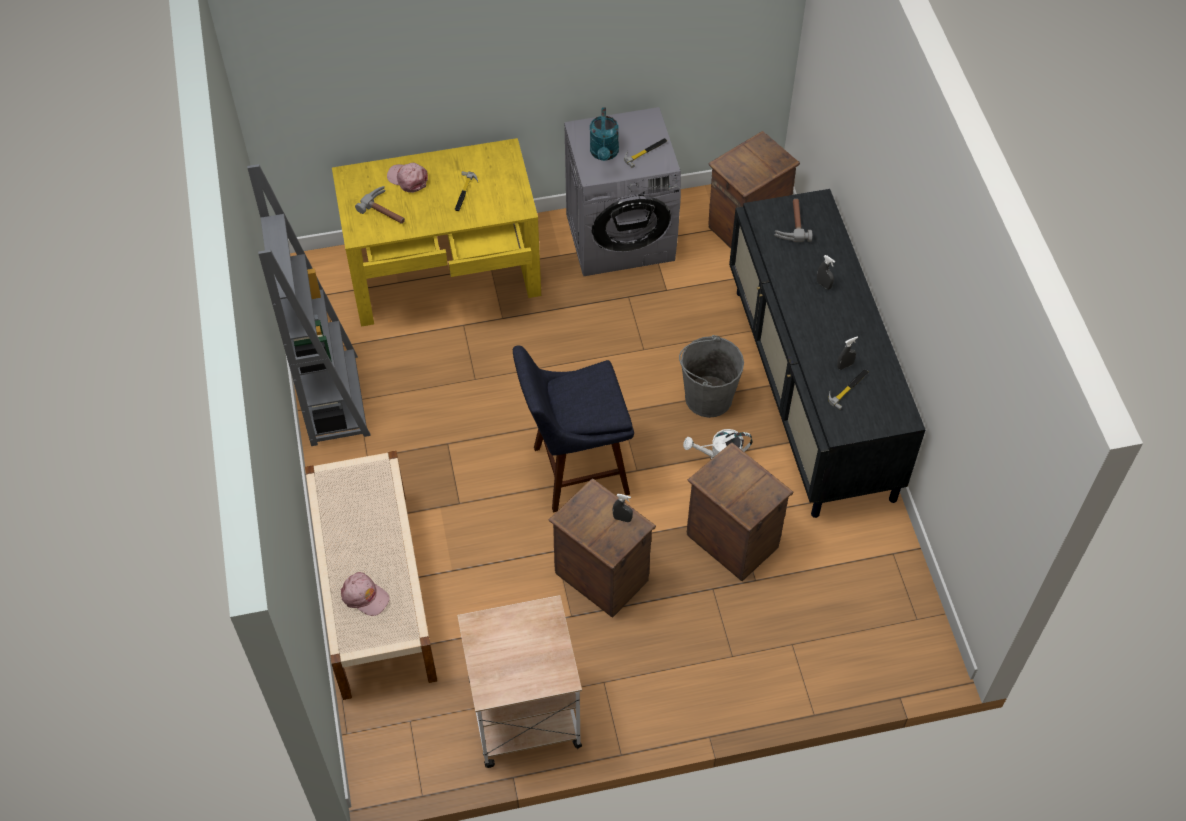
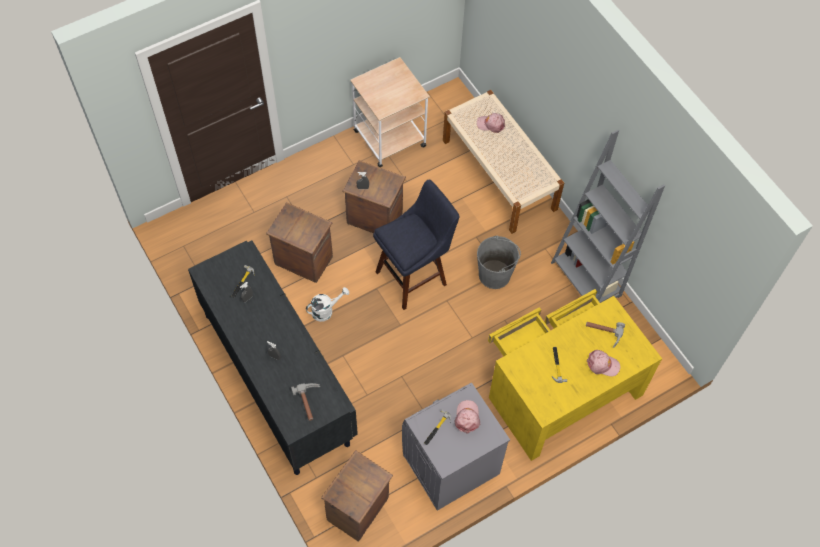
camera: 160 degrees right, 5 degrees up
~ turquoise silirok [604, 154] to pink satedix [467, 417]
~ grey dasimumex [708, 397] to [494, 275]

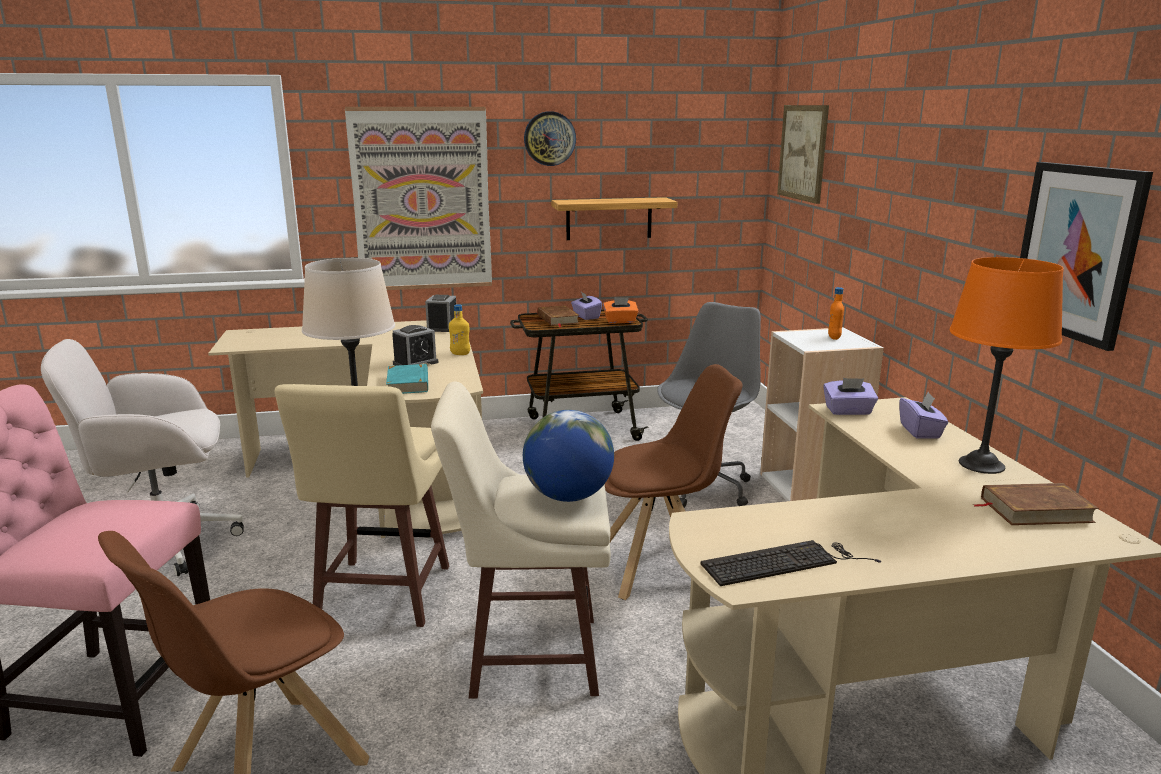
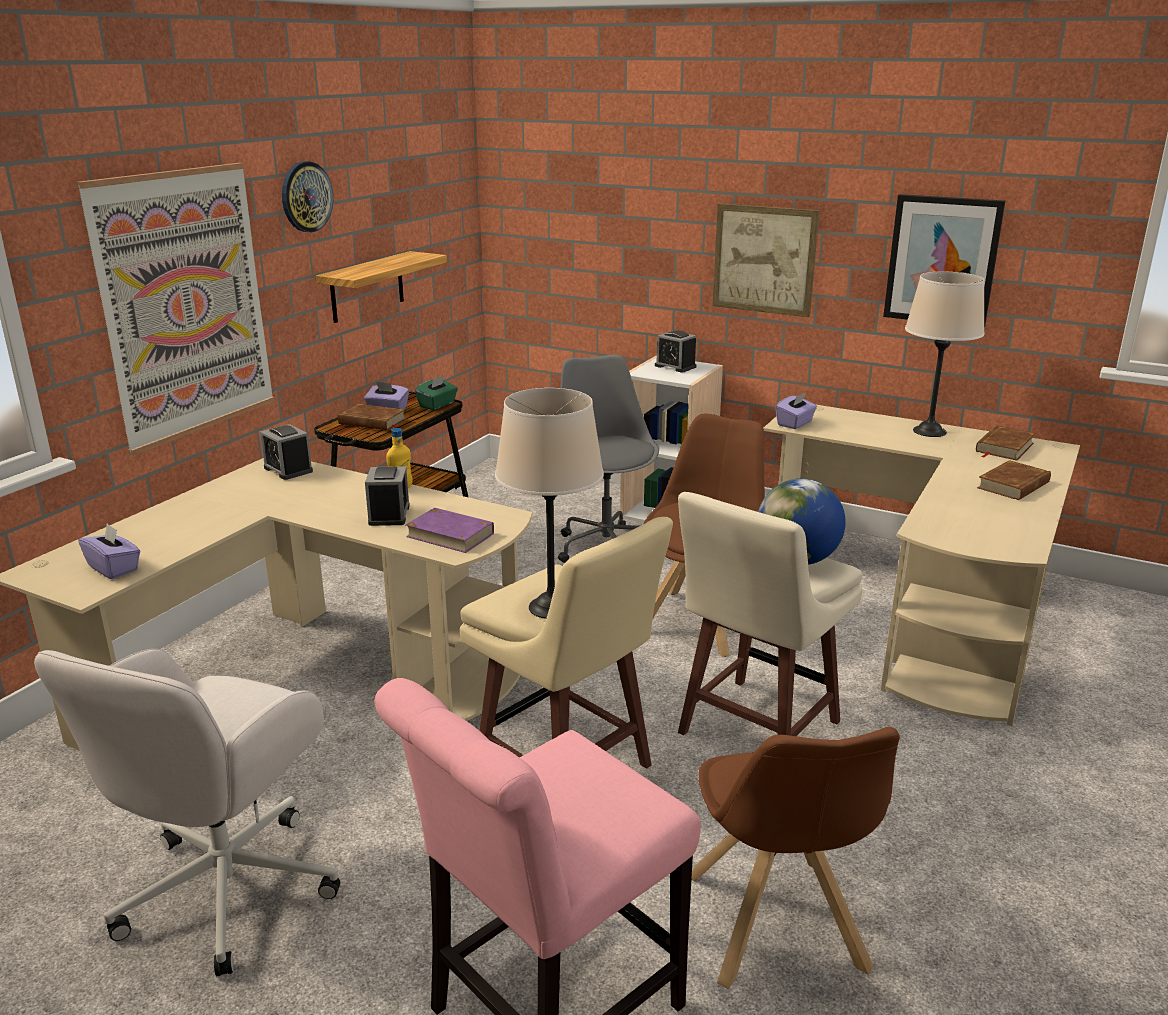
camera: 50 degrees left, 5 degrees up
~ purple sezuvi [920, 431] to [114, 568]
~ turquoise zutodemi [408, 383] to purple zutodemi [450, 535]
~ orange sezuvi [620, 321] to green sezuvi [437, 405]
~ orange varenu [834, 337] to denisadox [675, 366]
~ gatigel [802, 152] to [764, 259]
~ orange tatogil [981, 465] to beige tatogil [929, 431]
+ brown zutodemi [1014, 485]
- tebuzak [785, 562]

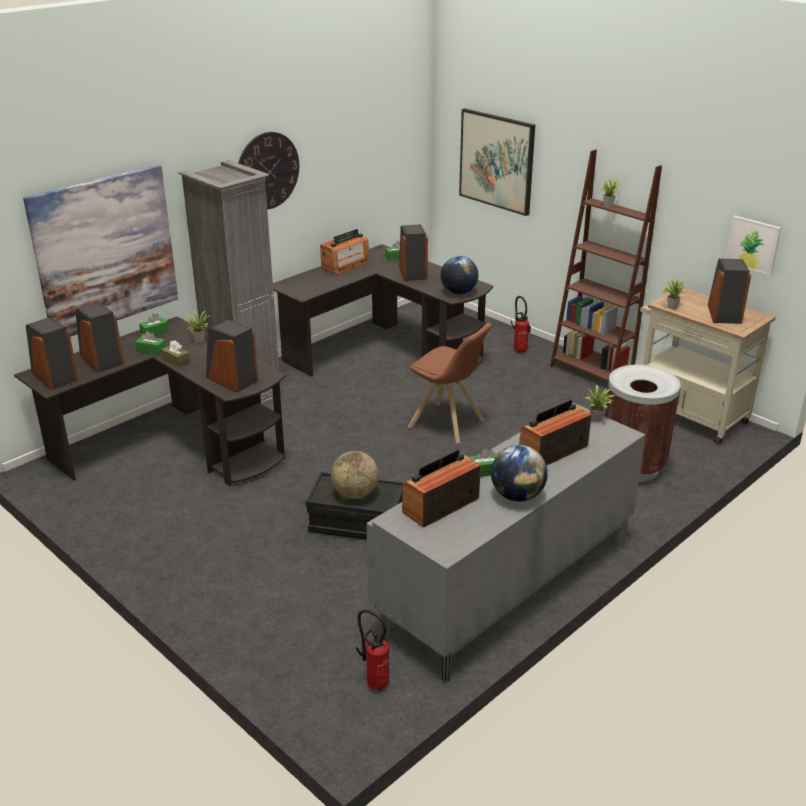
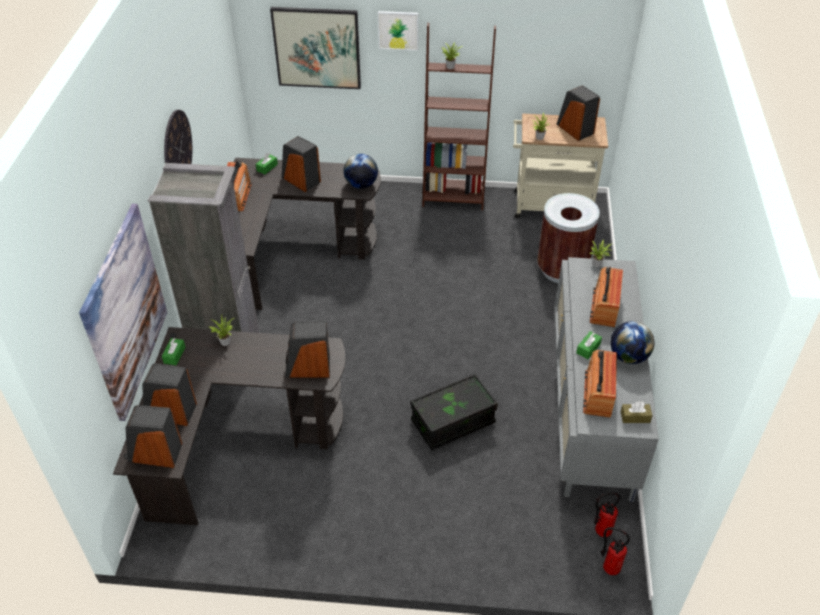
camera: 40 degrees left, 15 degrees up
~ gatigel [753, 245] to [398, 30]
~ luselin [519, 349] to [608, 567]
~ brown sezuvi [176, 361] to [635, 417]
- green sezuvi [151, 350]
- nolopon [355, 494]
- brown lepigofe [447, 424]

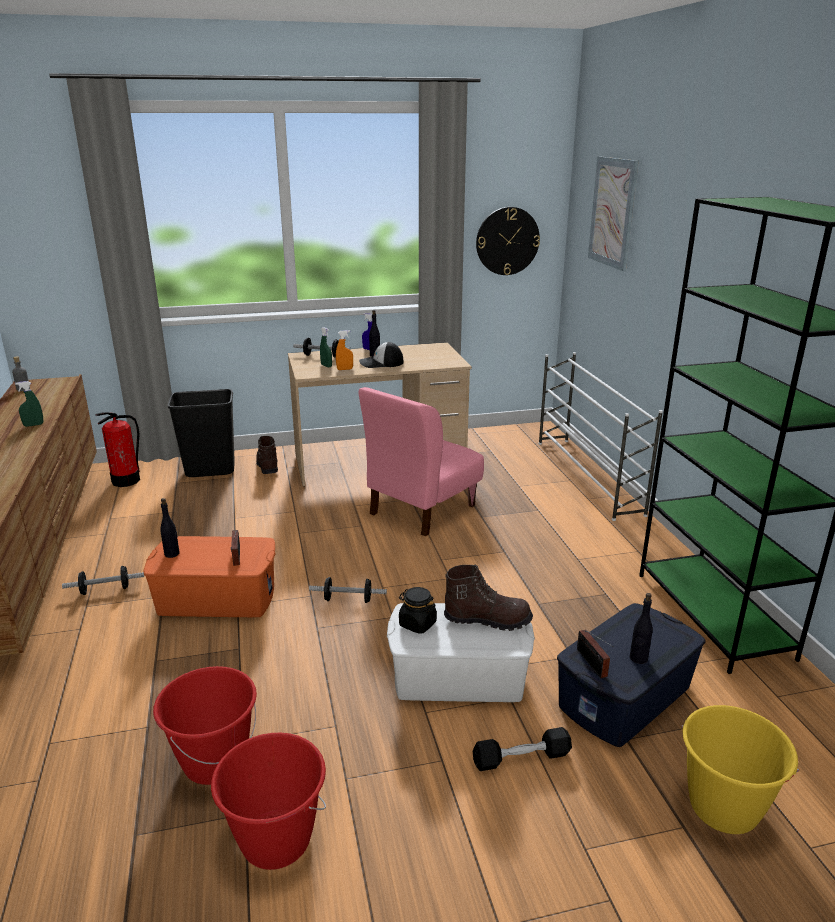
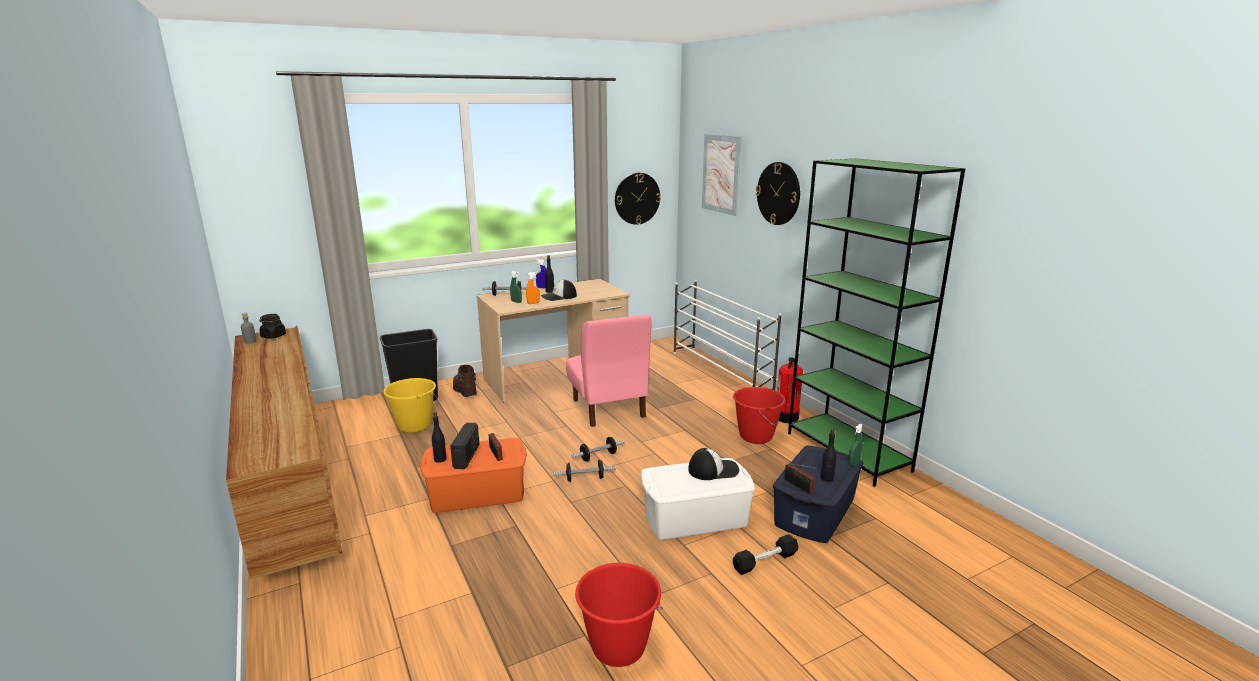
camera: 15 degrees left, 5 degrees down
~ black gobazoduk [417, 624] to [273, 336]
~ yellow dasimumex [723, 808] to [414, 426]
+ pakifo [467, 456]
~ pink lepigofe [421, 509] = [608, 408] 45 degrees counterclockwise
~ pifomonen [105, 590] to [598, 456]
~ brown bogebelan [487, 619] to satedix [713, 470]
~ red dasimumex [214, 761] to [755, 436]
+ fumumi [778, 193]
~ luselin [126, 481] to [787, 417]
~ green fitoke [33, 425] to [853, 463]

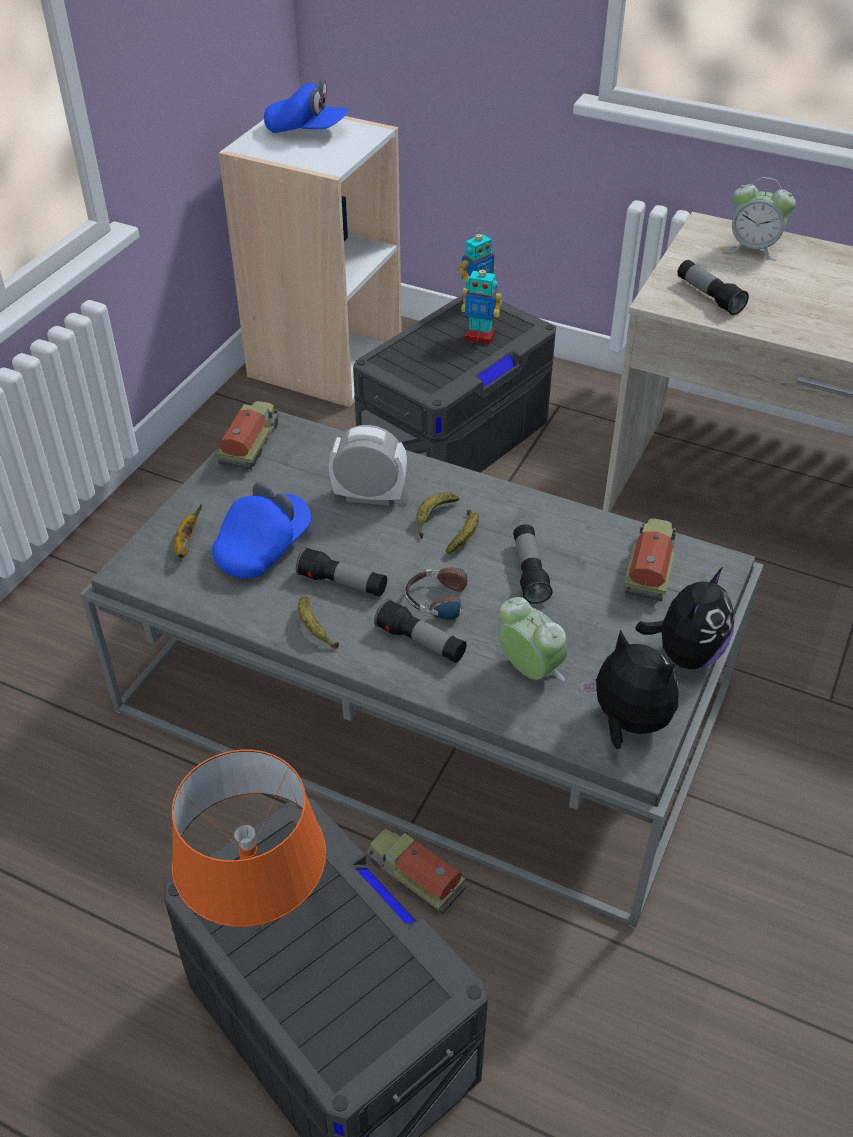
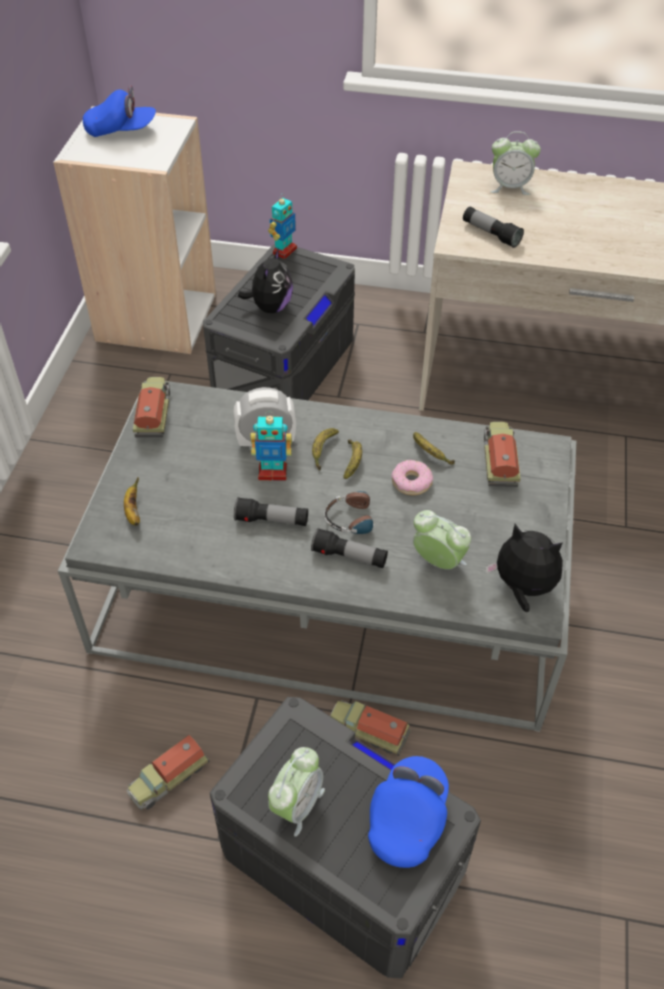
camera: 15 degrees left, 5 degrees up
+ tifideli [168, 778]
~ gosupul [685, 653] to [270, 307]
~ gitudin [479, 337] to [272, 472]
~ orange tatogil [262, 924] to denisadox [297, 805]
~ blue satedix [264, 548] to [408, 818]
~ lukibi [529, 572] to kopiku [411, 482]
~ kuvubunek [314, 628] to [430, 453]

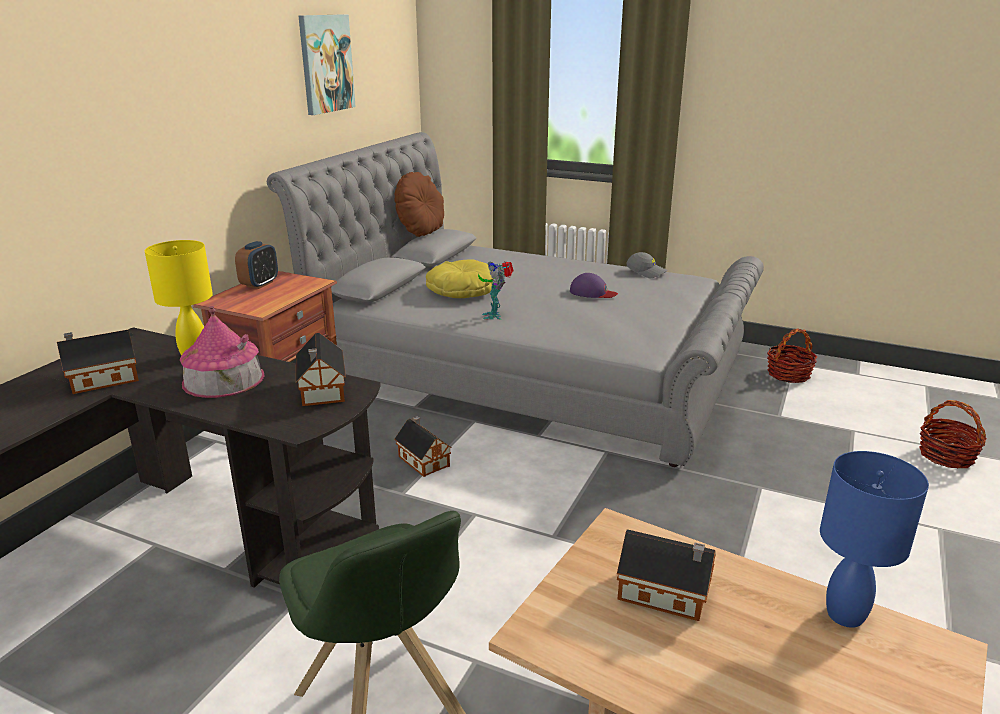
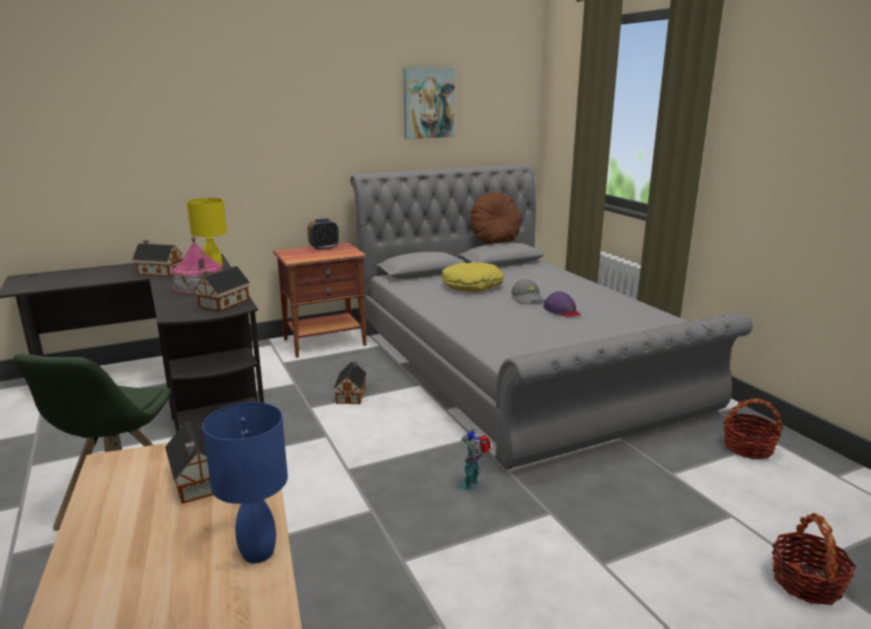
camera: 40 degrees right, 5 degrees down
~ gitudin [495, 315] to [472, 485]
~ grey satedix [646, 272] to [528, 298]

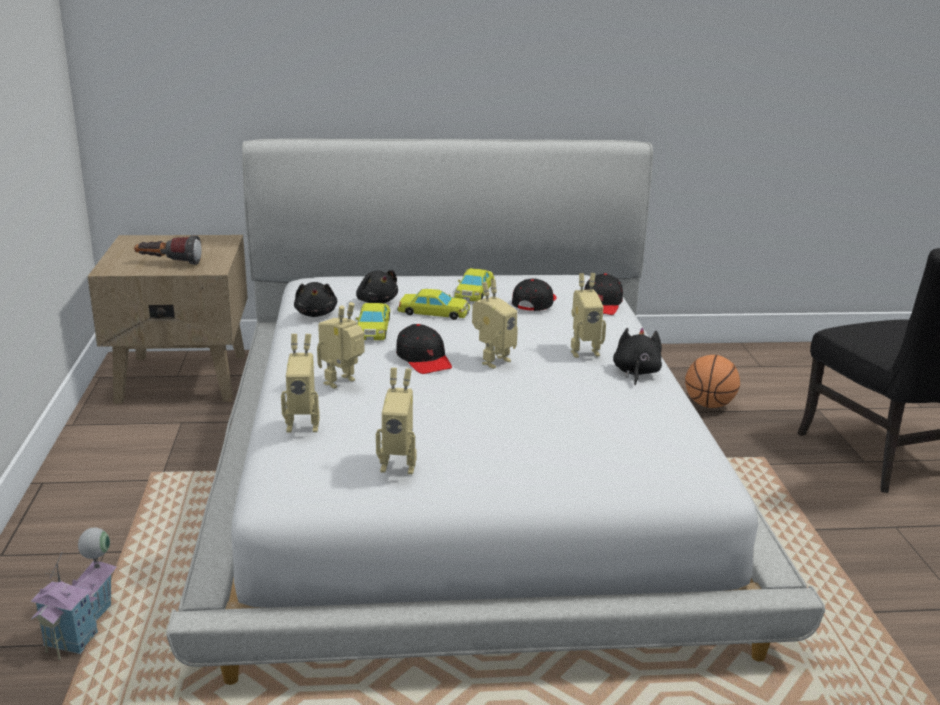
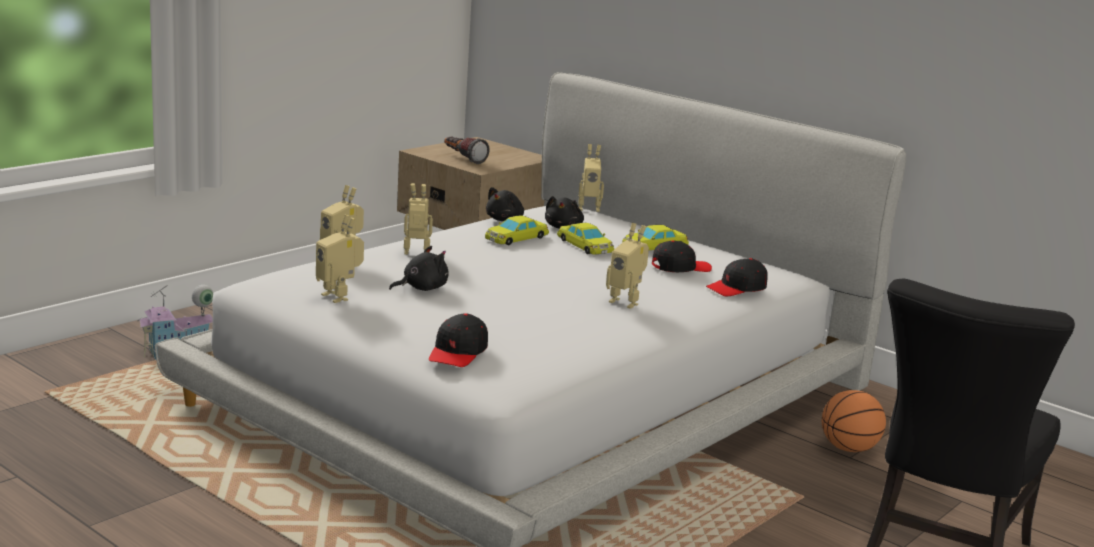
camera: 45 degrees right, 5 degrees down
~ black gosupul [636, 372] to [422, 288]
~ black satedix [424, 359] to [458, 352]
~ gitudin [492, 361] to [588, 208]

